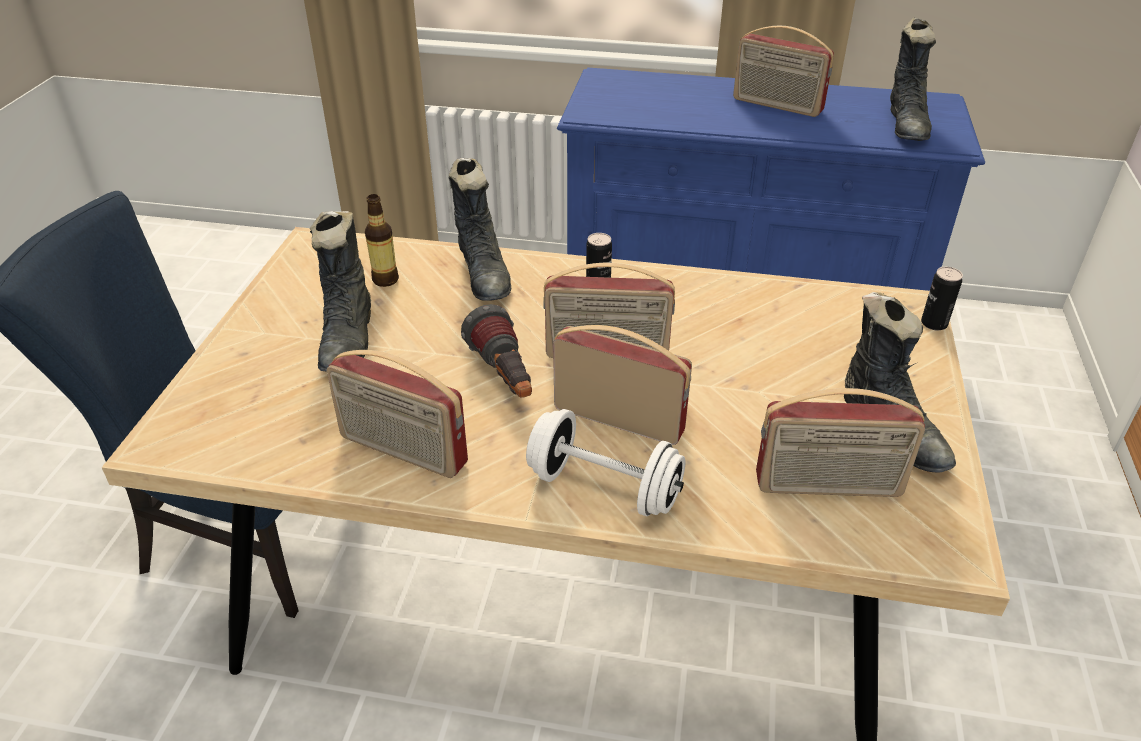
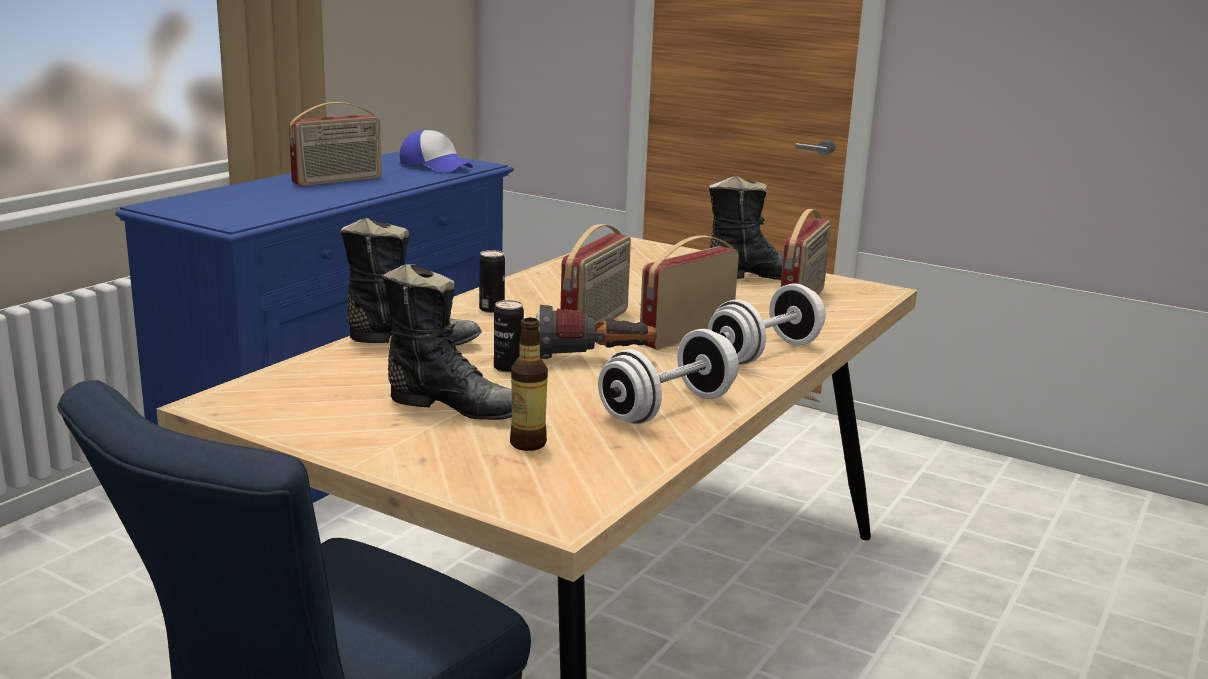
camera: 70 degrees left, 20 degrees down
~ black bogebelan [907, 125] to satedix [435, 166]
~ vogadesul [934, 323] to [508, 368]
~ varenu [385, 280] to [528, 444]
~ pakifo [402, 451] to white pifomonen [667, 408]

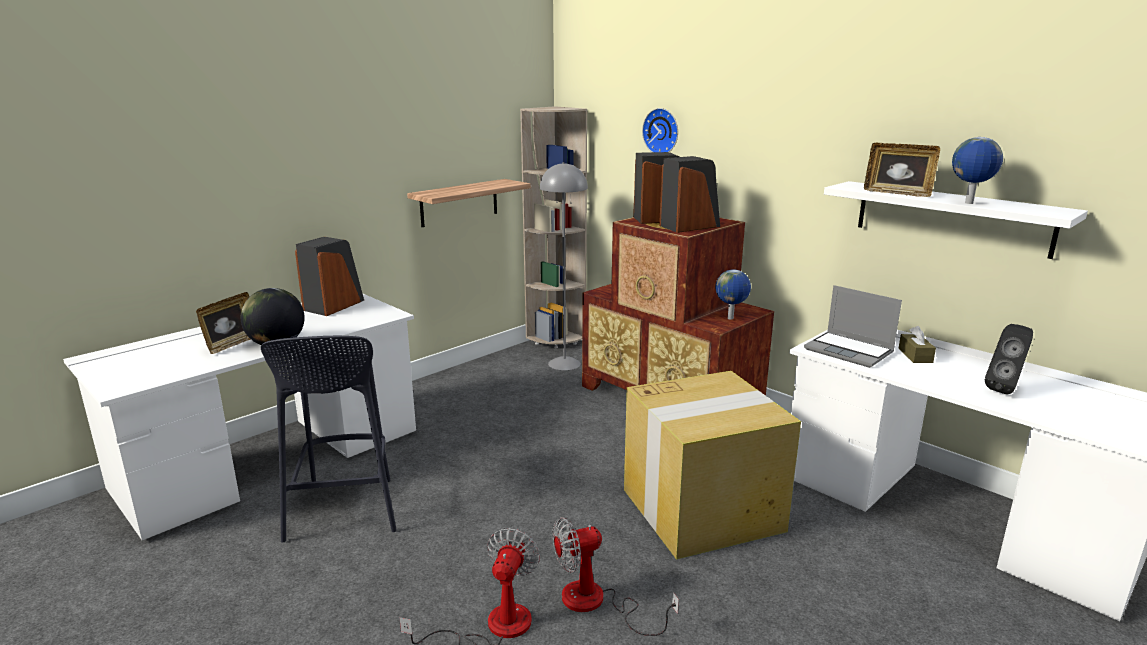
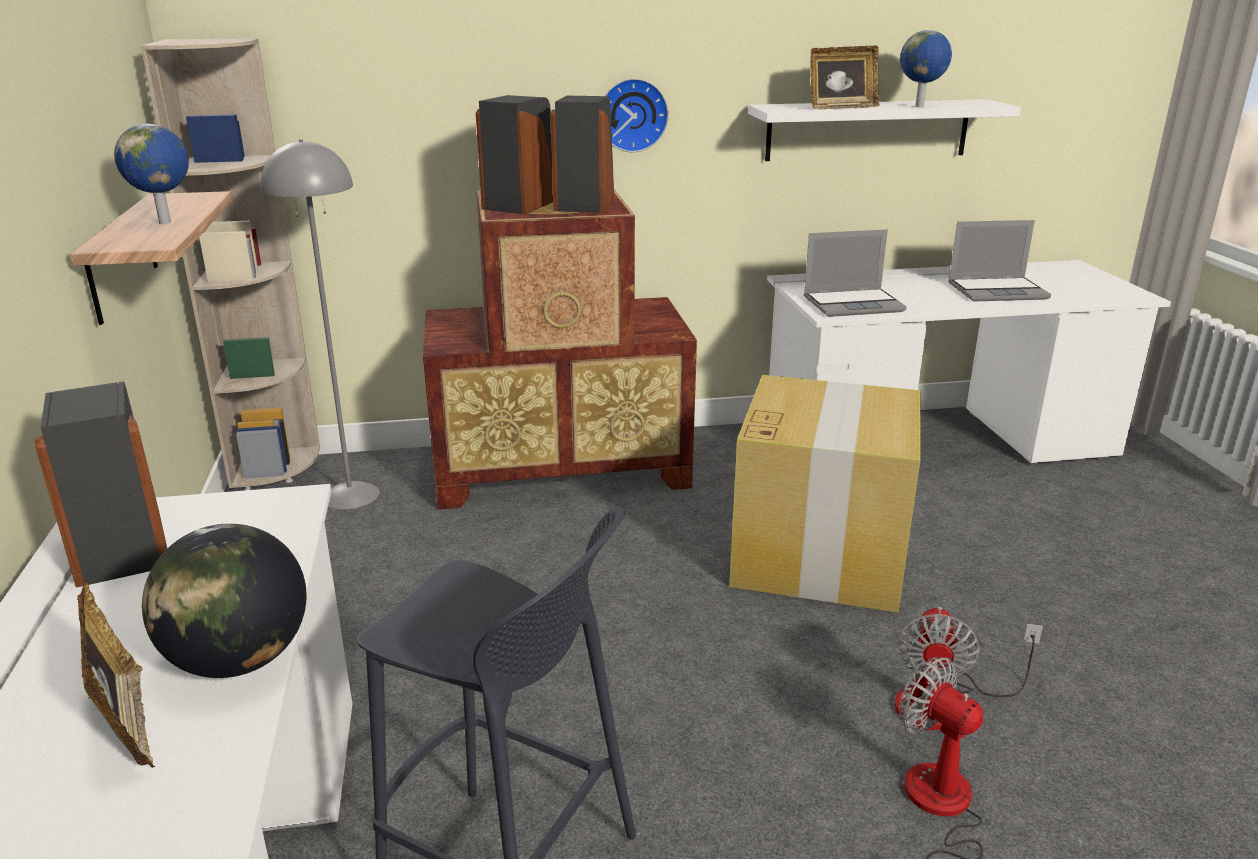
camera: 55 degrees left, 5 degrees up
~ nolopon [731, 318] to [166, 223]
~ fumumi [662, 131] to [632, 115]
~ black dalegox [1006, 389] to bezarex [998, 291]
- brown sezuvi [915, 355]

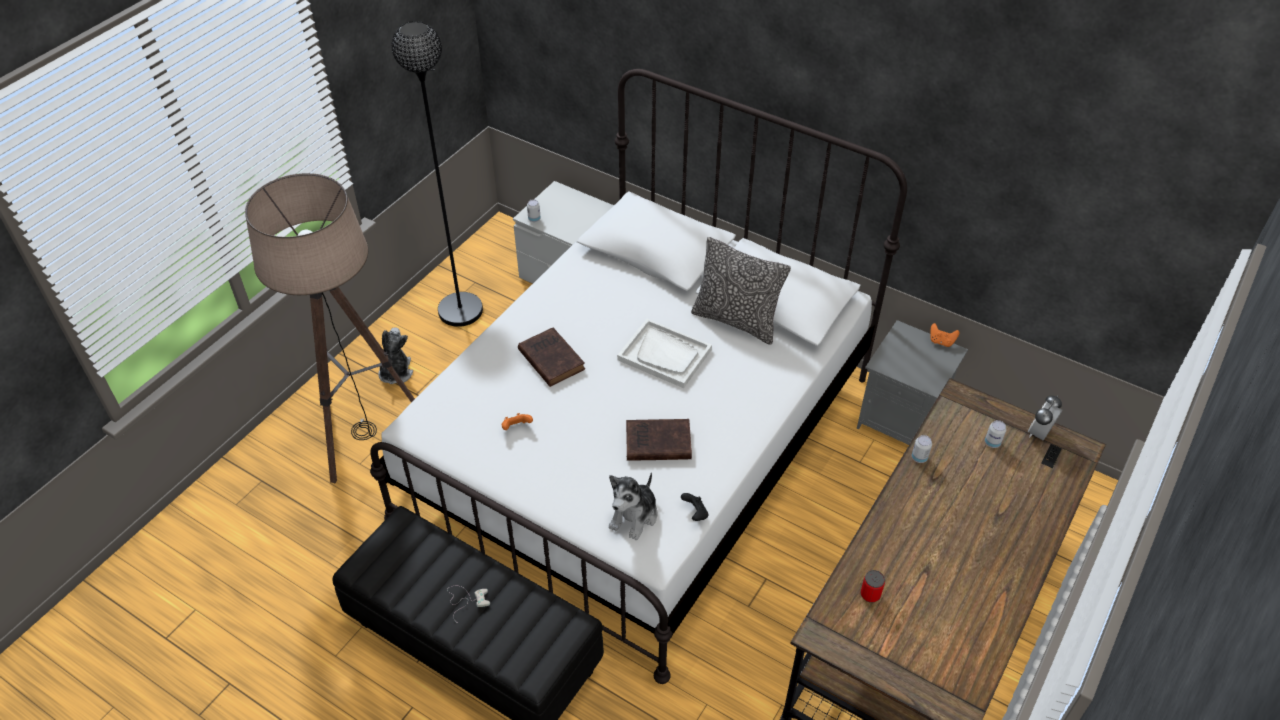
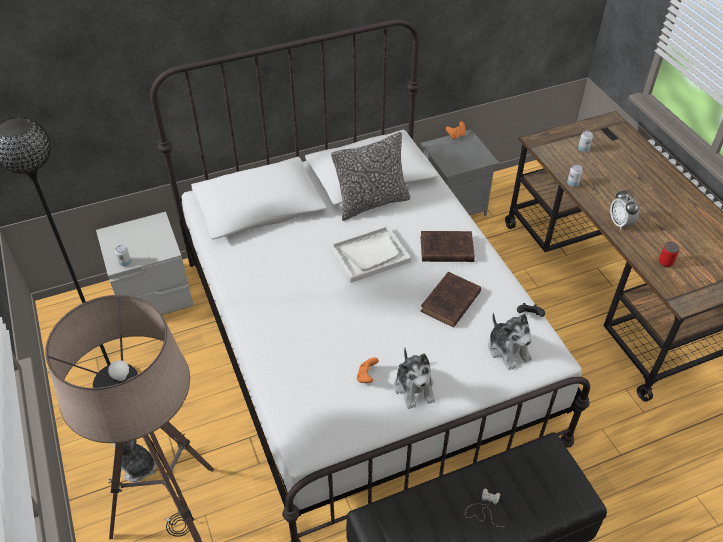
camera: 55 degrees left, 0 degrees up
+ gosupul [414, 387]
~ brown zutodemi [550, 359] to [445, 249]
~ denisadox [1039, 433] to [620, 223]

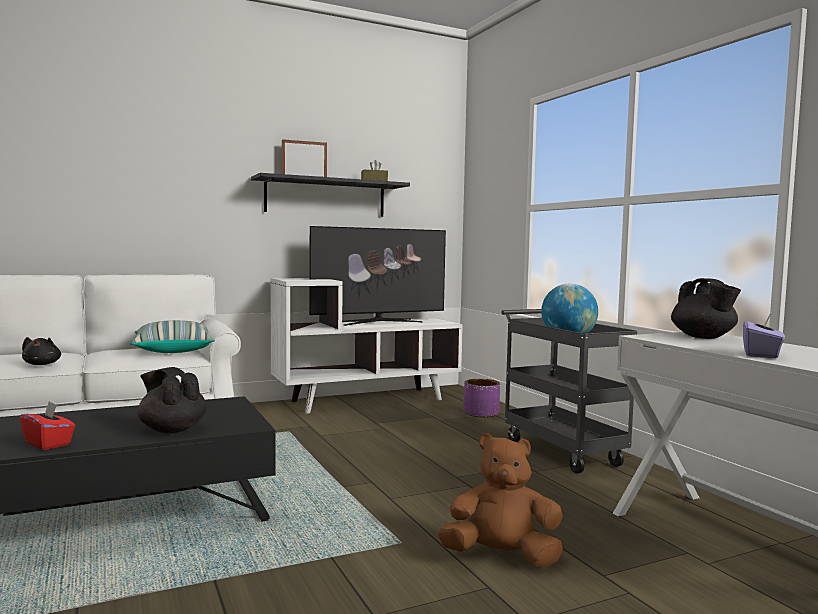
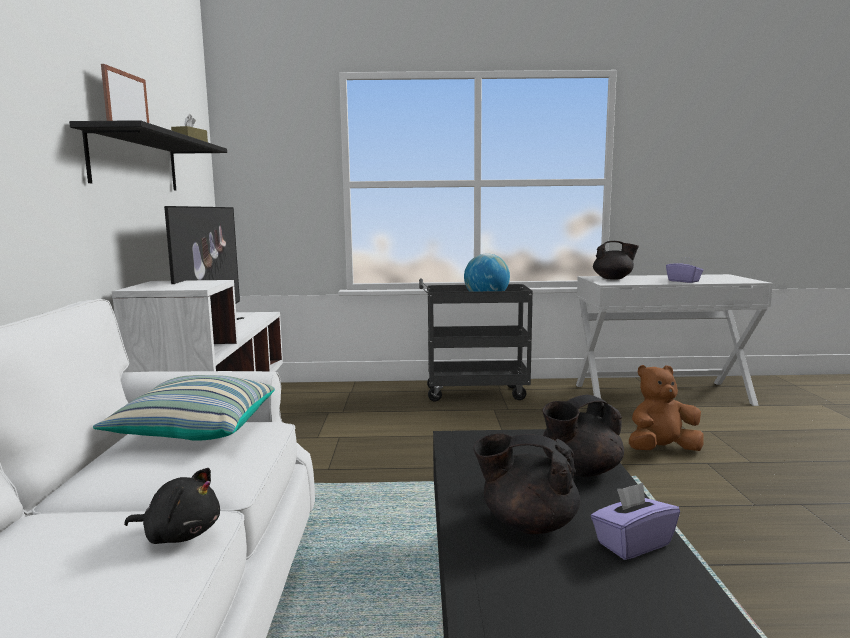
camera: 65 degrees left, 5 degrees up
+ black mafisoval [527, 523]
~ red sezuvi [48, 443] to purple sezuvi [632, 543]
~ brown gosupul [501, 557] = [661, 450] 45 degrees clockwise
- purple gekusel [481, 413]

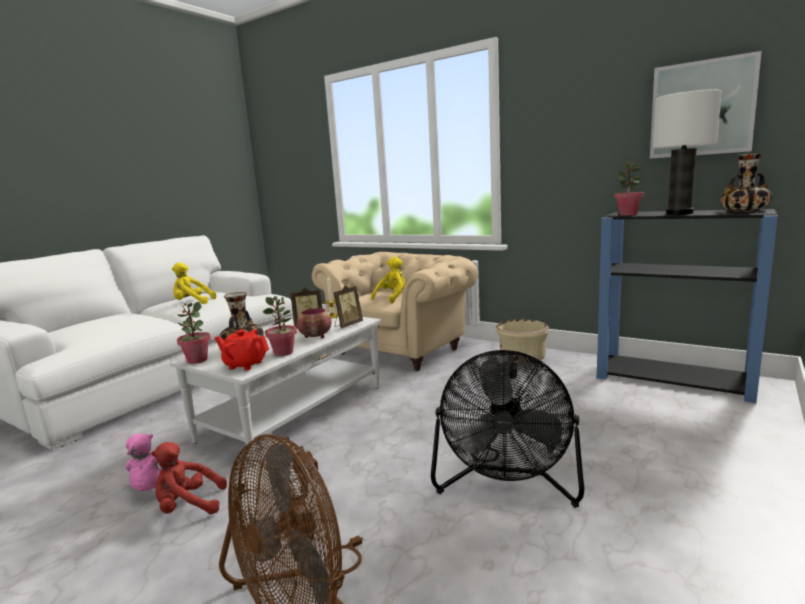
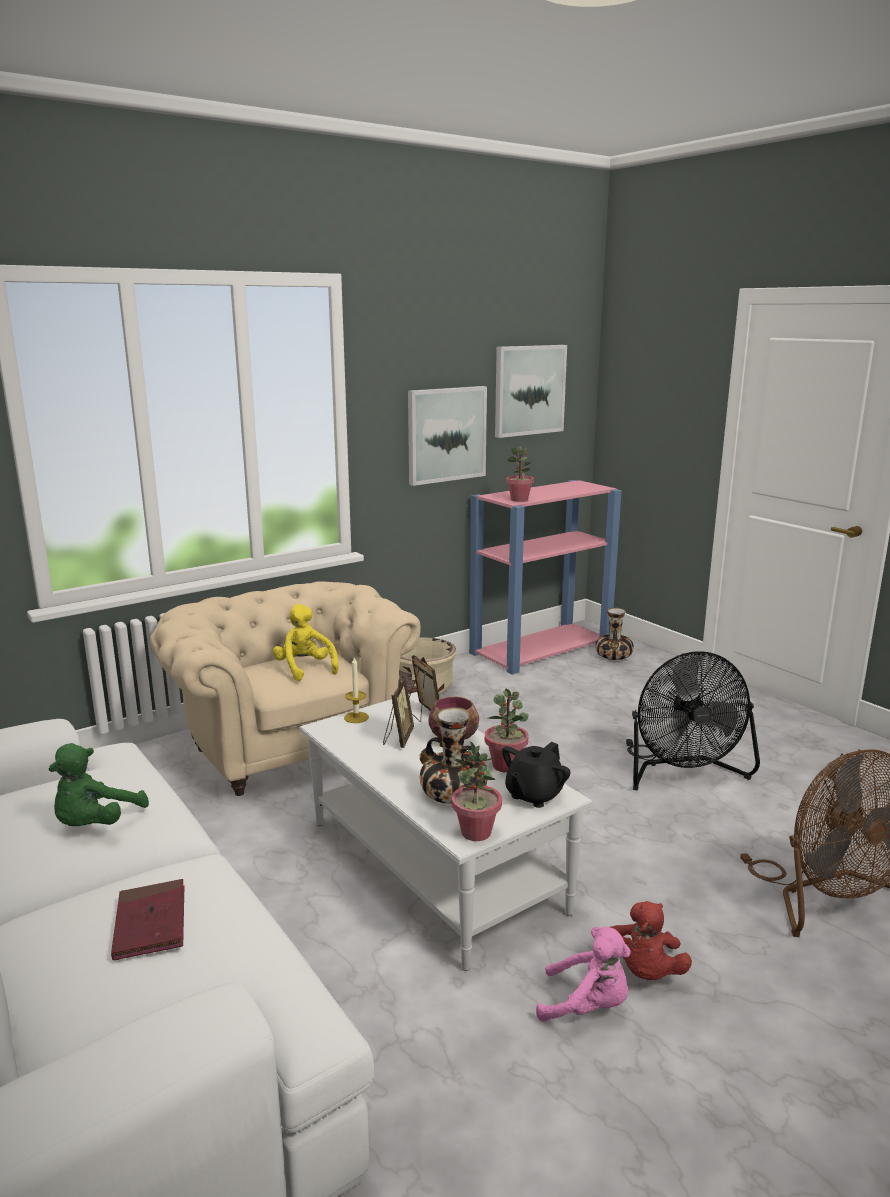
camera: 70 degrees left, 5 degrees up
~ yellow gosupul [192, 303] to green gosupul [96, 824]
+ red zutodemi [150, 923]
+ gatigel [446, 434]
~ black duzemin [675, 377] to pink duzemin [542, 648]
~ red mafisoval [245, 365] to black mafisoval [533, 795]
~ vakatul [743, 211] to [613, 656]
~ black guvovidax [501, 482] = [677, 771] 45 degrees clockwise
- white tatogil [679, 213]

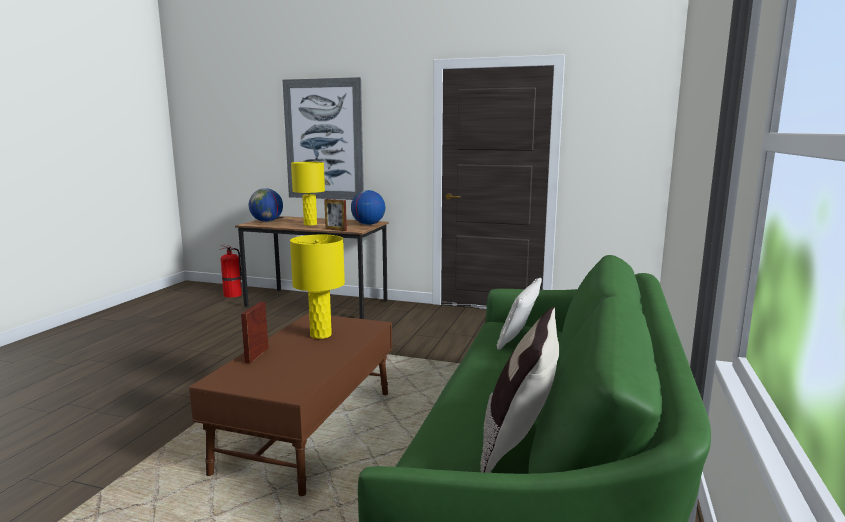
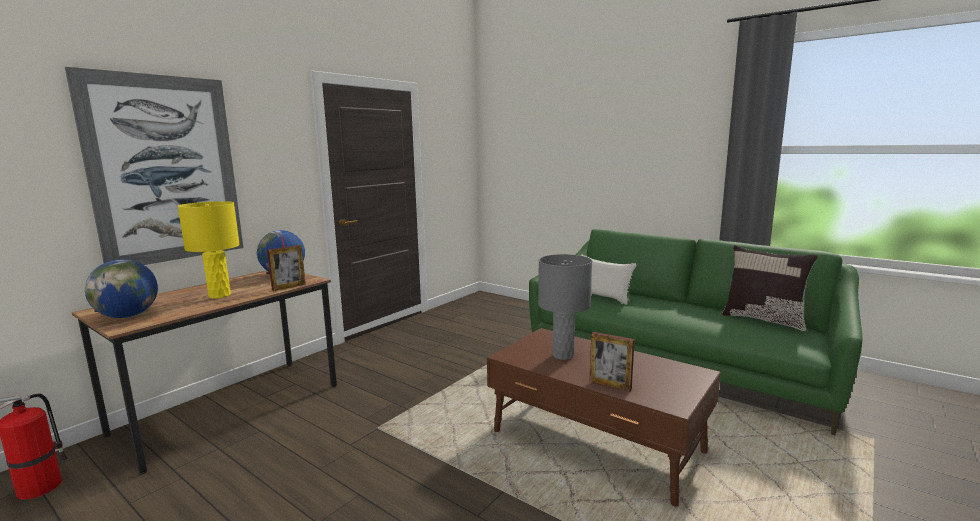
camera: 70 degrees left, 0 degrees up
~ yellow tatogil [320, 335] to grey tatogil [563, 355]

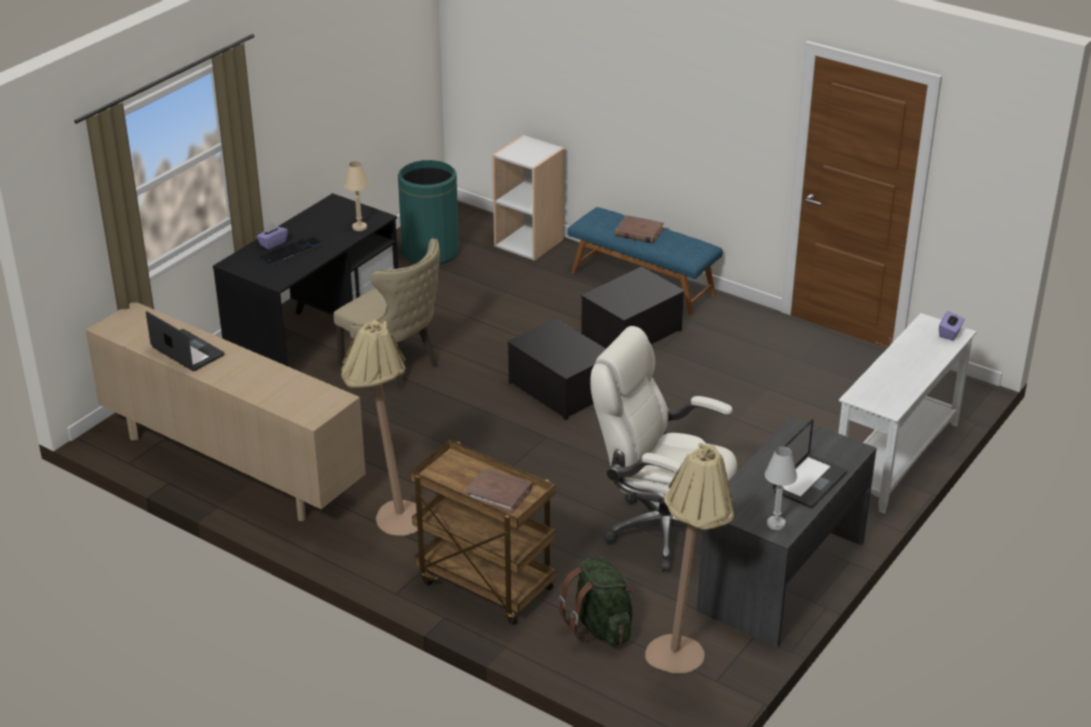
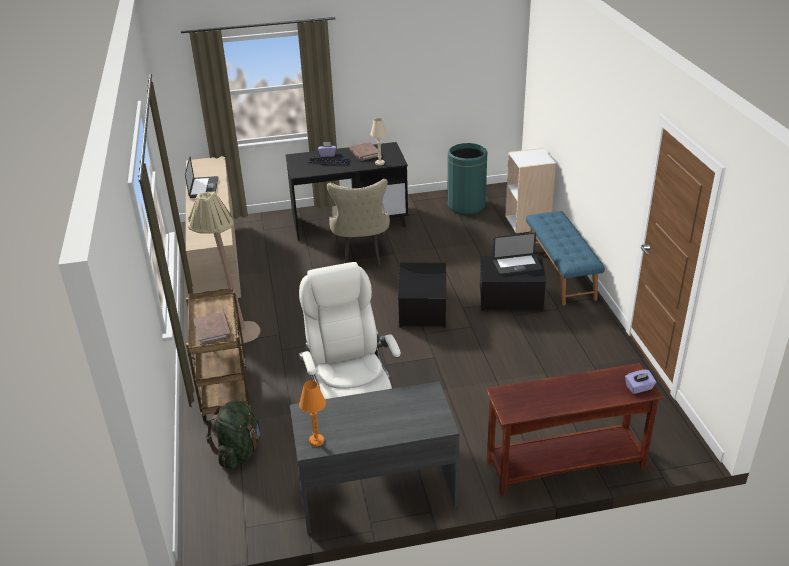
camera: 45 degrees right, 0 degrees up
~ white tatogil [776, 524] to orange tatogil [316, 441]
~ brown zutodemi [639, 232] to [364, 153]
~ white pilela [896, 459] to brown pilela [564, 466]
~ bezarex [809, 482] to [517, 265]
- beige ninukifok [683, 663]

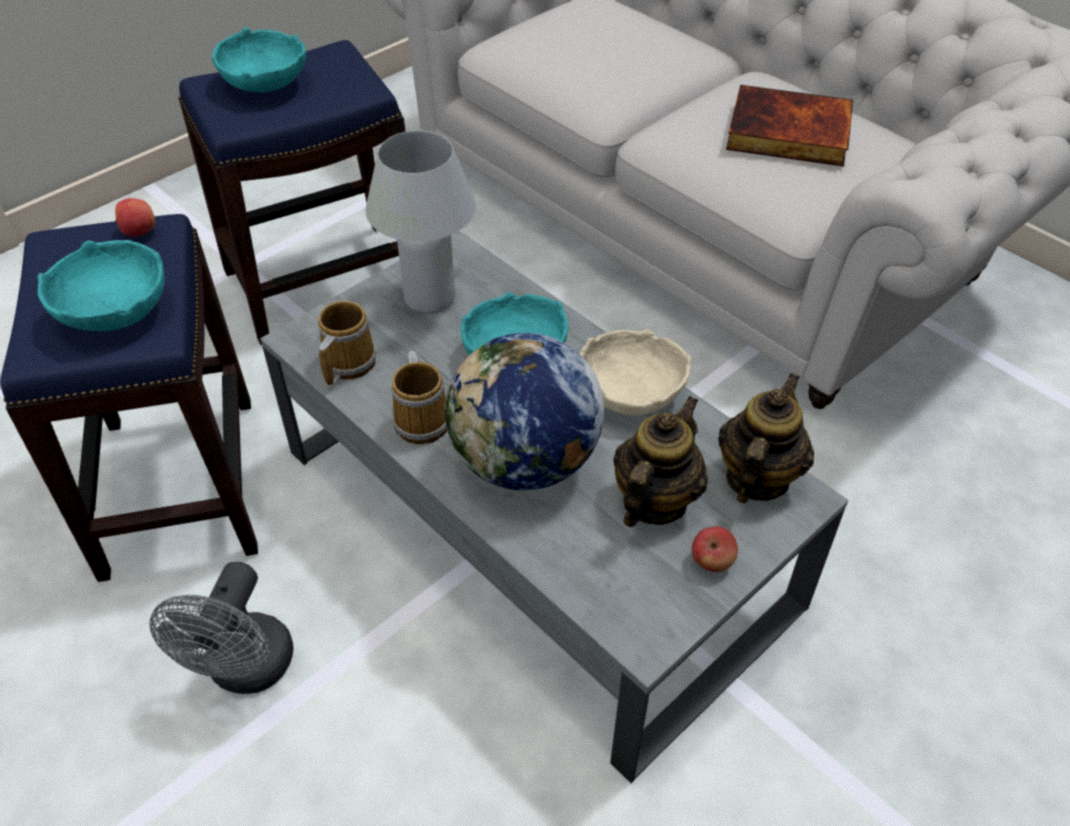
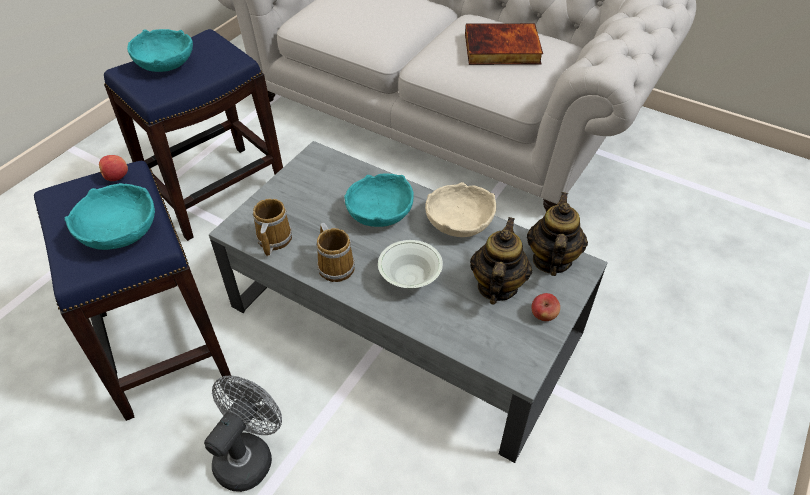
camera: 15 degrees left, 0 degrees up
~ grey guvovidax [246, 671] = [249, 455] 150 degrees counterclockwise
~ nolopon [524, 462] to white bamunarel [410, 279]
- white tatogil [430, 298]

